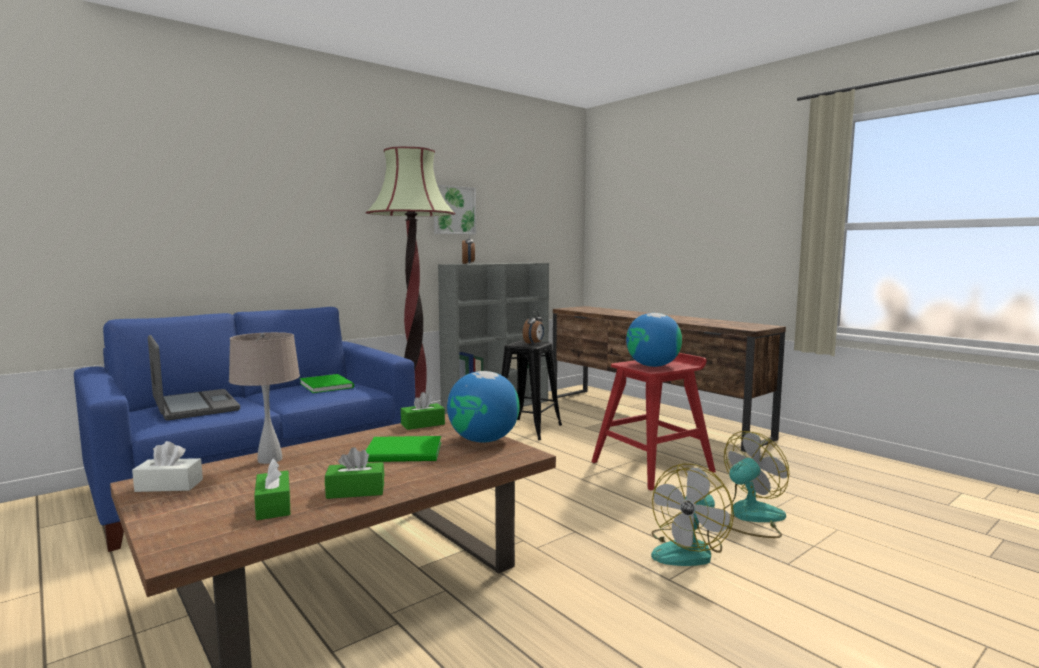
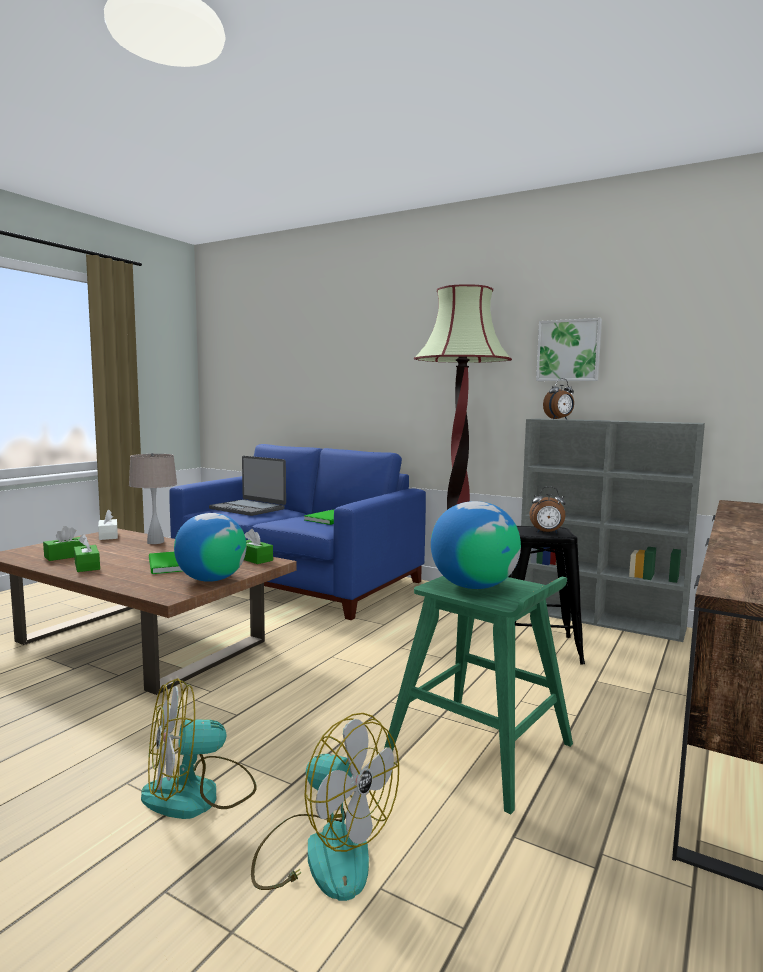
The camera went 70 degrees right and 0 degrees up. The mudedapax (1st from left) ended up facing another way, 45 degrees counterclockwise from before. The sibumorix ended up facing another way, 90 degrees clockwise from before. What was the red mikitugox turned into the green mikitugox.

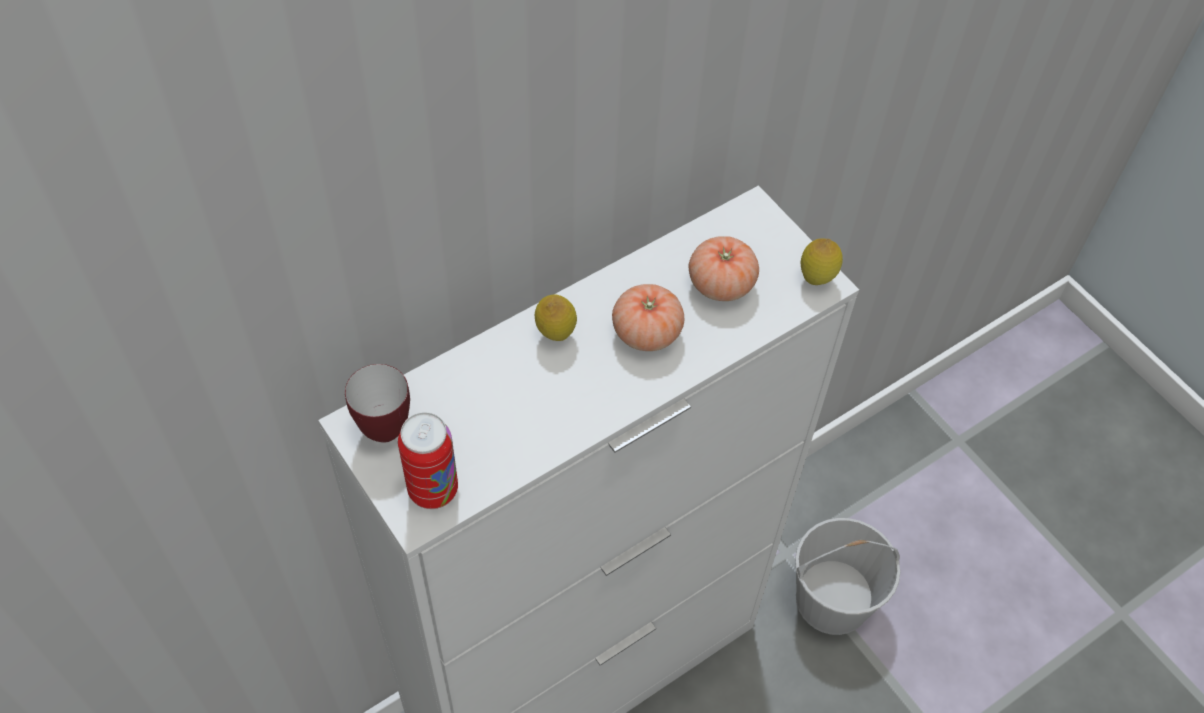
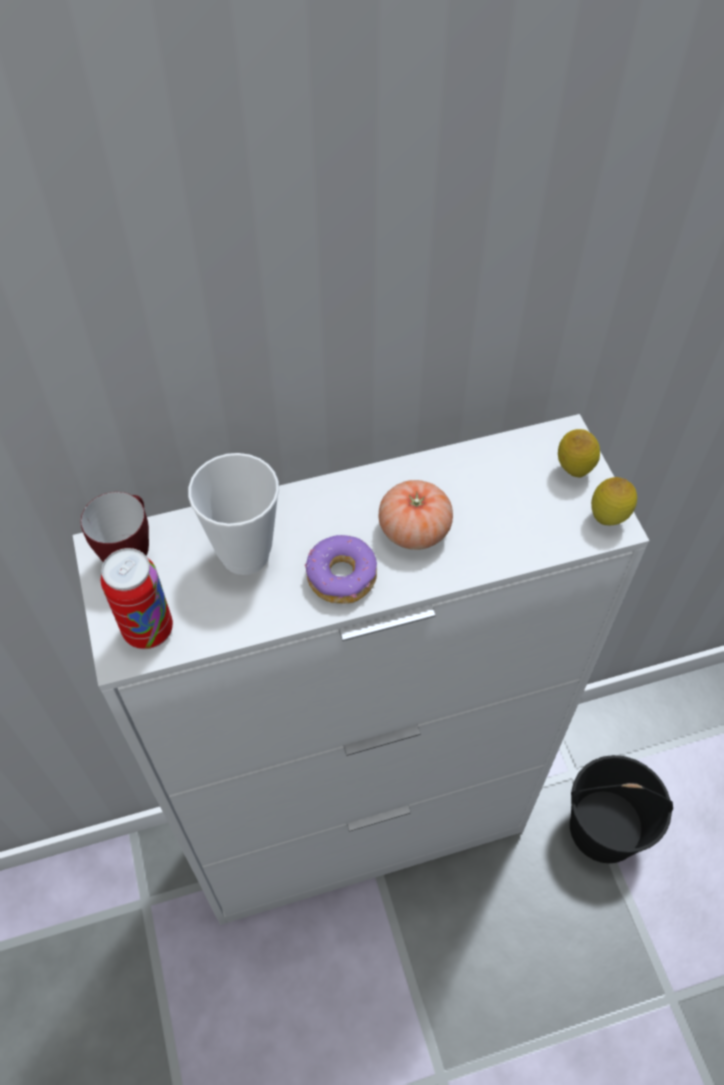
The camera went 20 degrees right and 0 degrees up. The second view gained the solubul. The second view gained the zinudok. The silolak (1st from left) ended up elsewhere. What was the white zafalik turned into the black zafalik. The second view lost the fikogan (2nd from left).

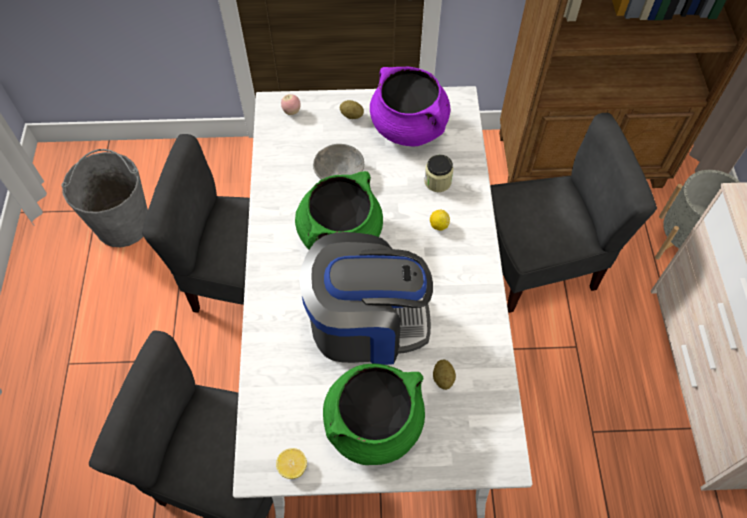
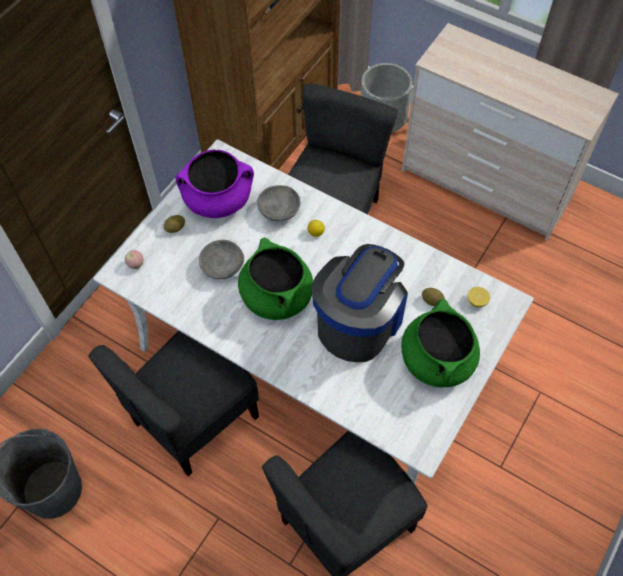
The camera went 55 degrees left and 0 degrees up. Where the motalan stood, the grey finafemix (2nd from left) came to stand. The silolak (1st from left in the first image) ended up elsewhere.

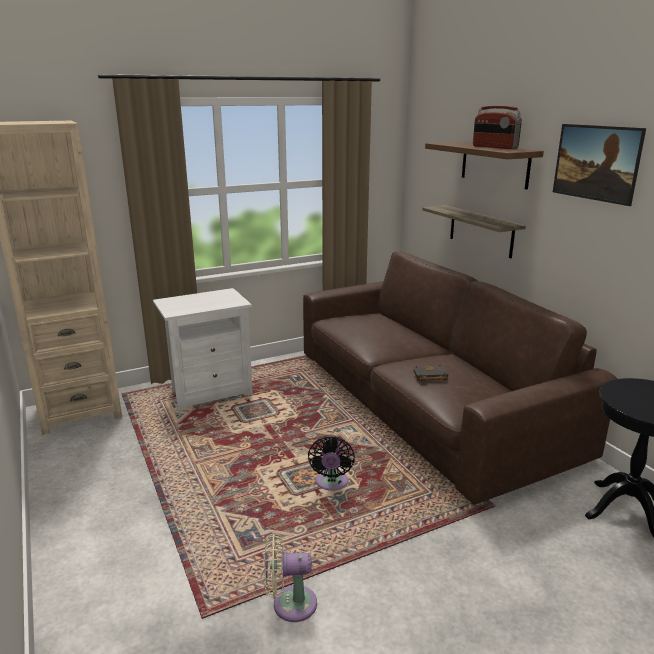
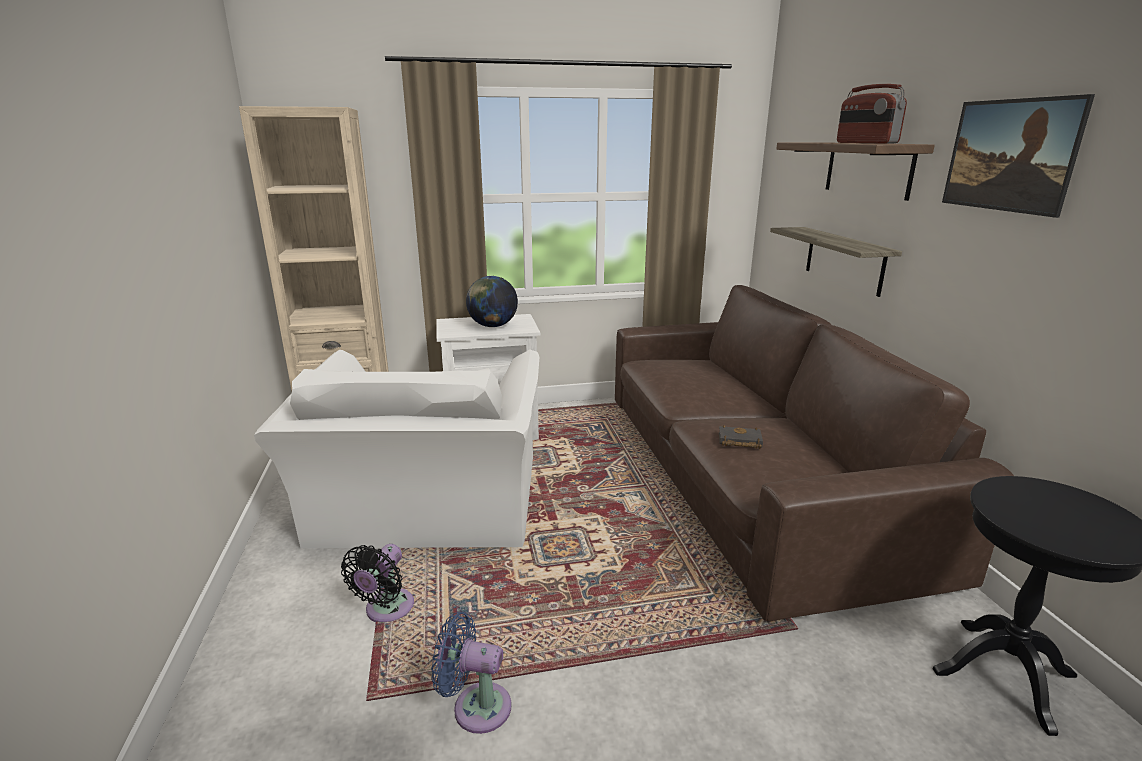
The camera went 15 degrees right and 0 degrees up. The second view gained the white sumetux. The black mudedapax ended up elsewhere. What was the beige mudedapax turned into the blue mudedapax. The second view gained the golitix.

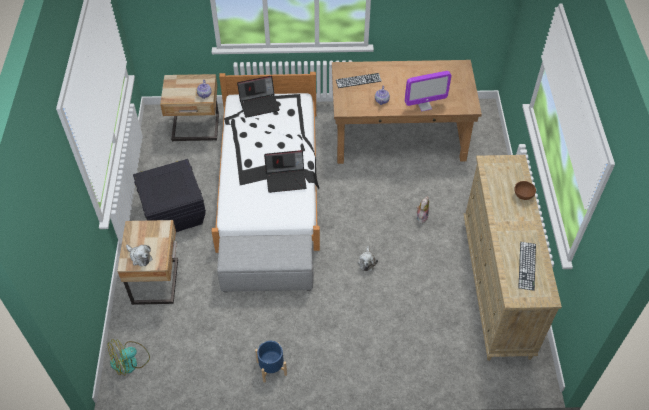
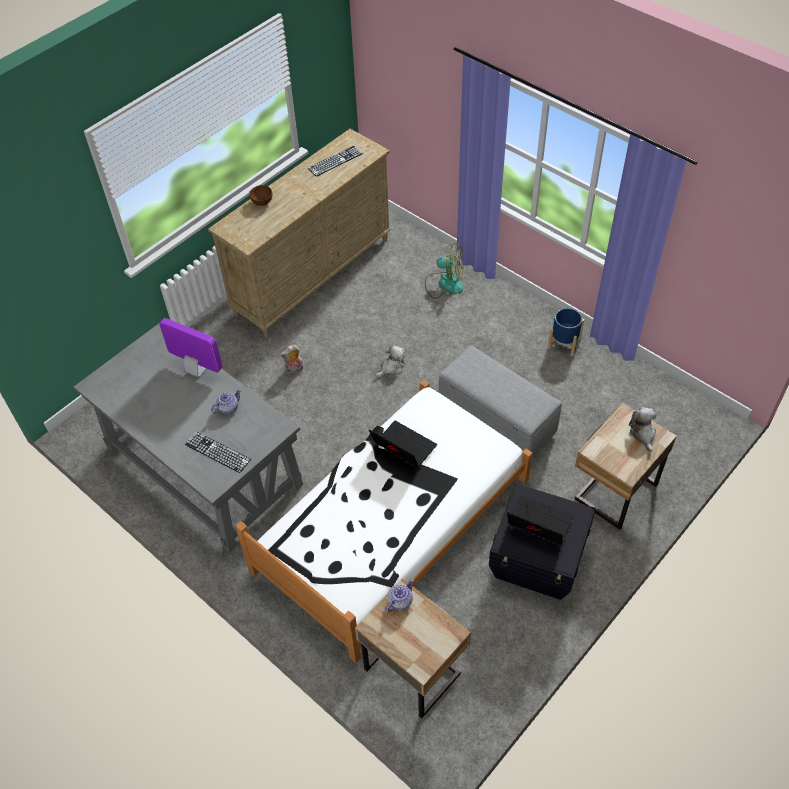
The camera went 135 degrees left and 0 degrees up. What was the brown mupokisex turned into the grey mupokisex. The mudedapax ended up elsewhere. The sibumorix (1st from left in the first image) ended up elsewhere.

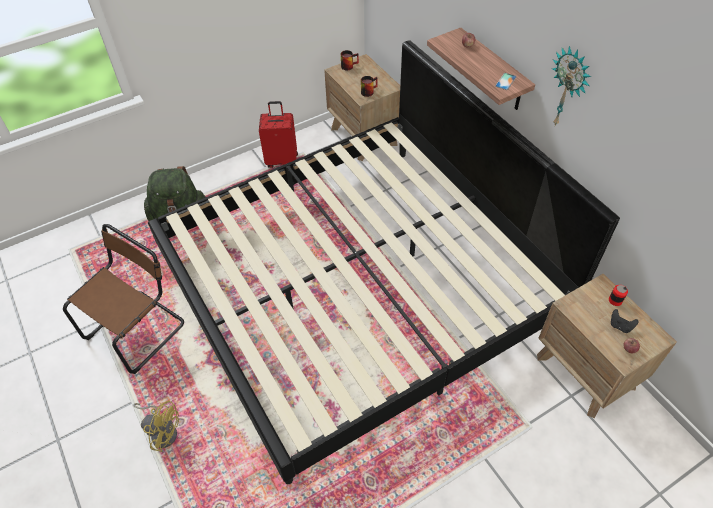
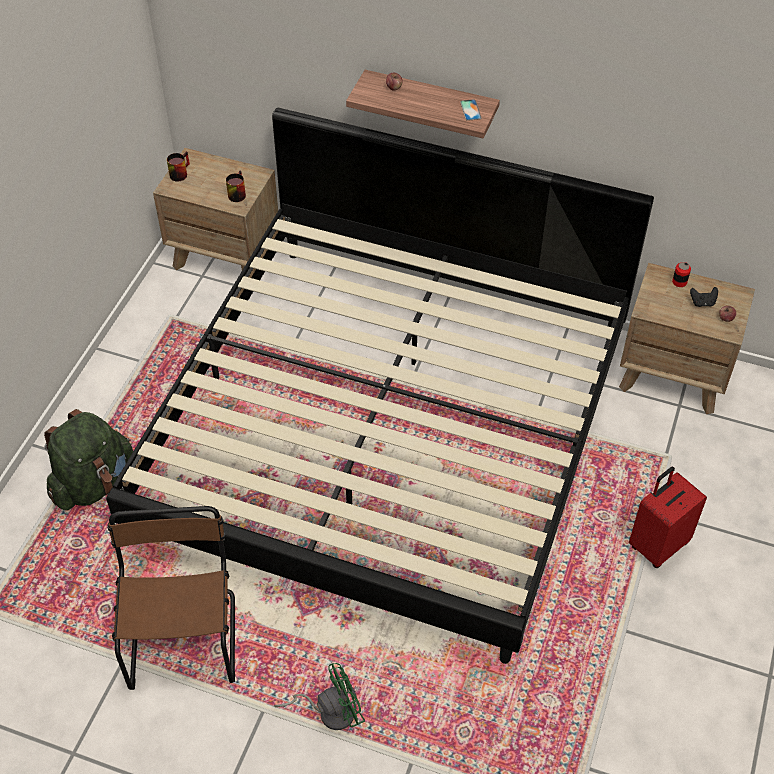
The camera went 40 degrees left and 0 degrees up. What was the yellow mudedapax turned into the green mudedapax. The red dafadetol ended up elsewhere. The second view lost the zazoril.

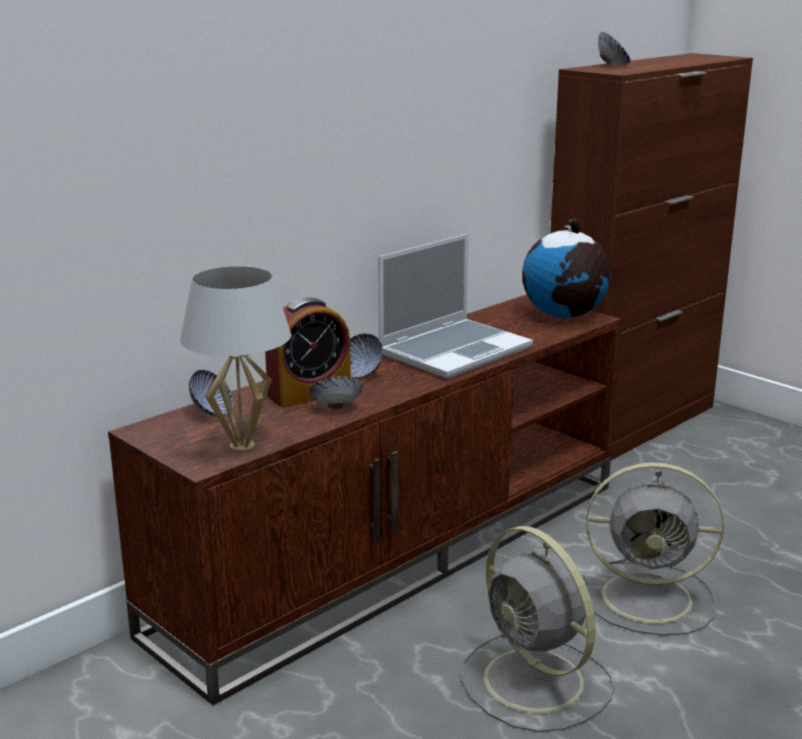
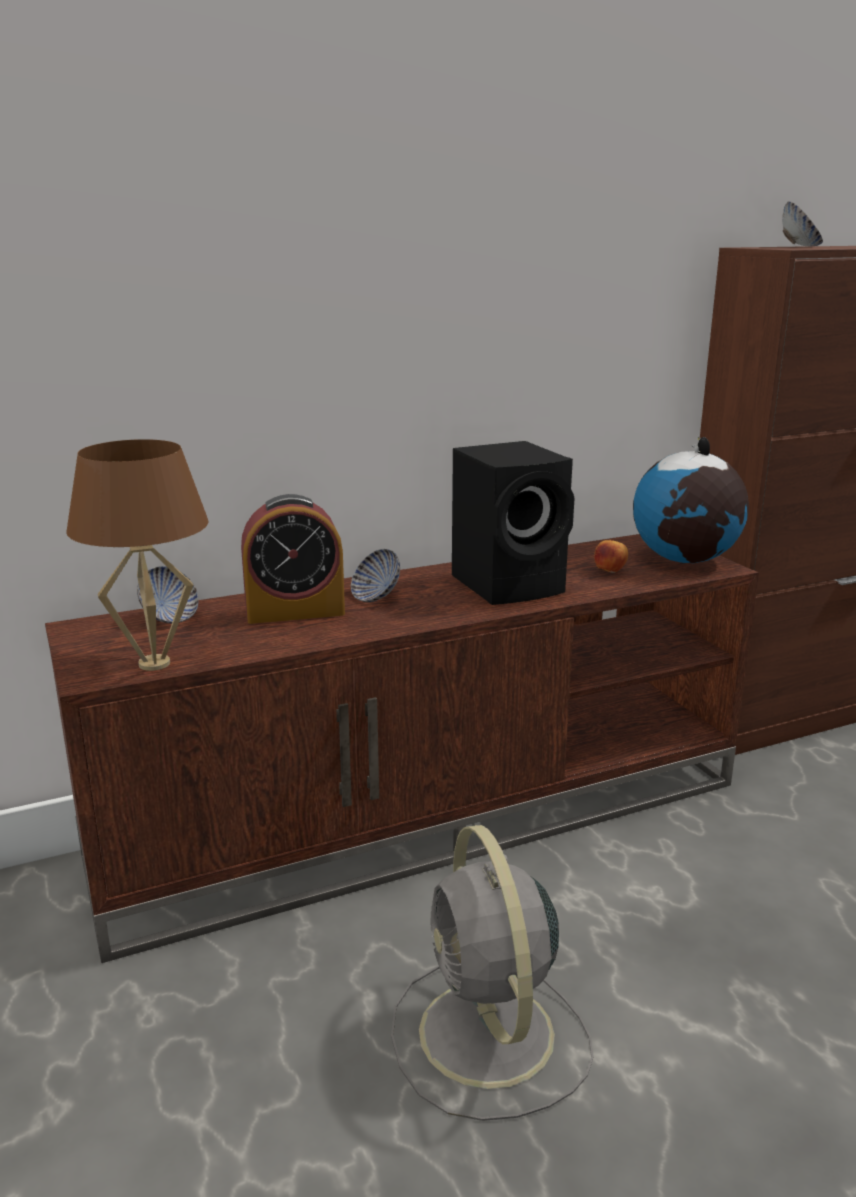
The camera went 20 degrees right and 0 degrees up. What was the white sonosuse turned into the brown sonosuse. Where the sibumorix stood, the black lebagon came to stand. The second view gained the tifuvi. The second view lost the finafemix (2nd from left). The second view lost the grey mudedapax (2nd from left).

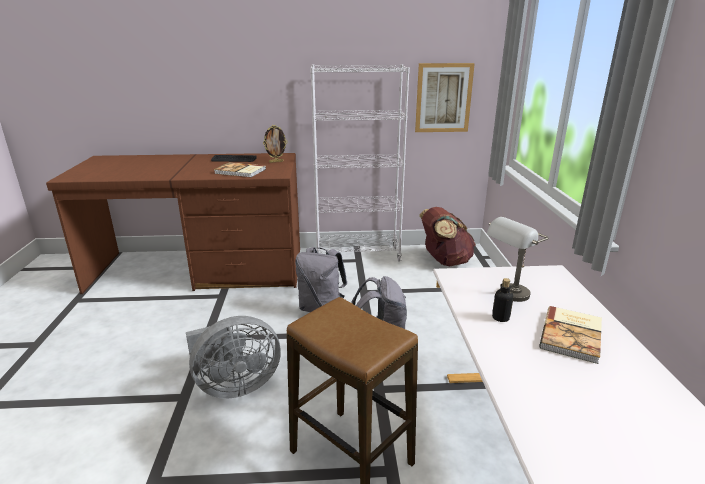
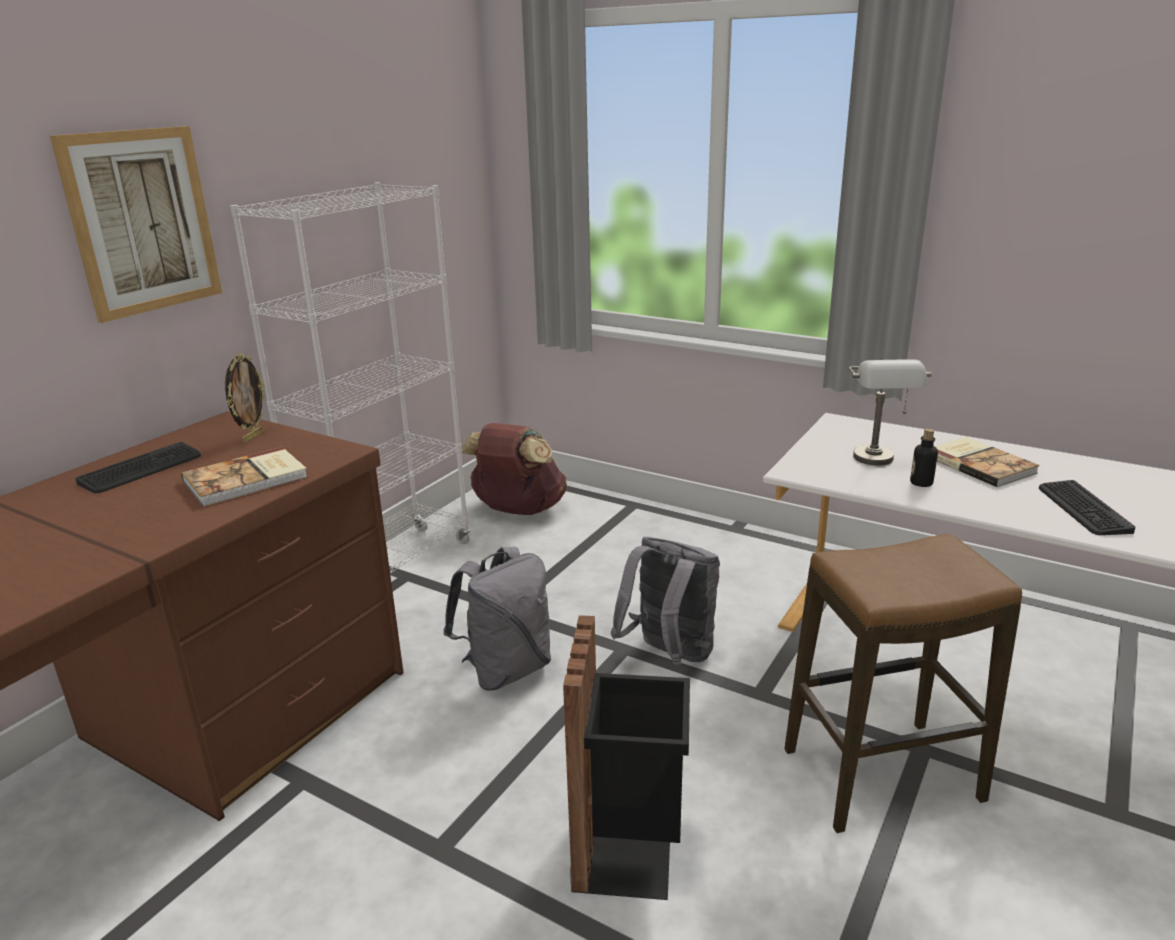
The camera went 55 degrees left and 0 degrees up. The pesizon ended up elsewhere. Where the grey mudedapax stood, the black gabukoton came to stand. The second view gained the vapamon (2nd from left).

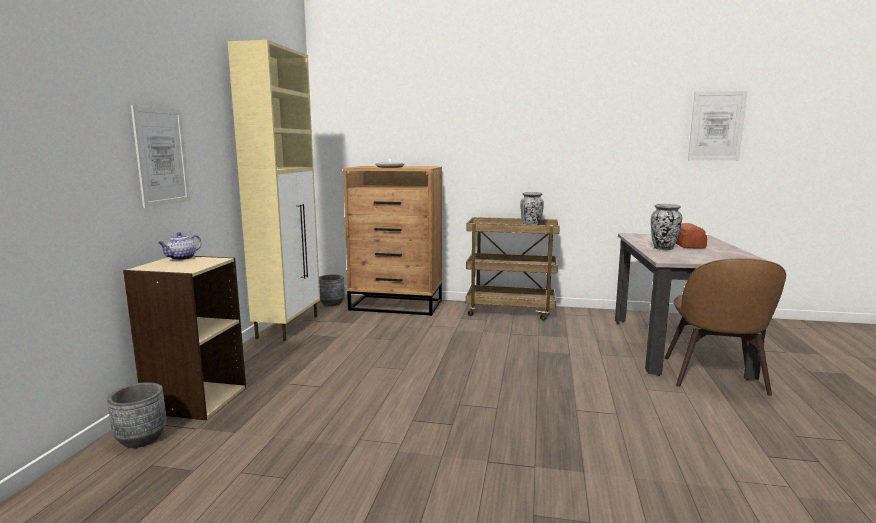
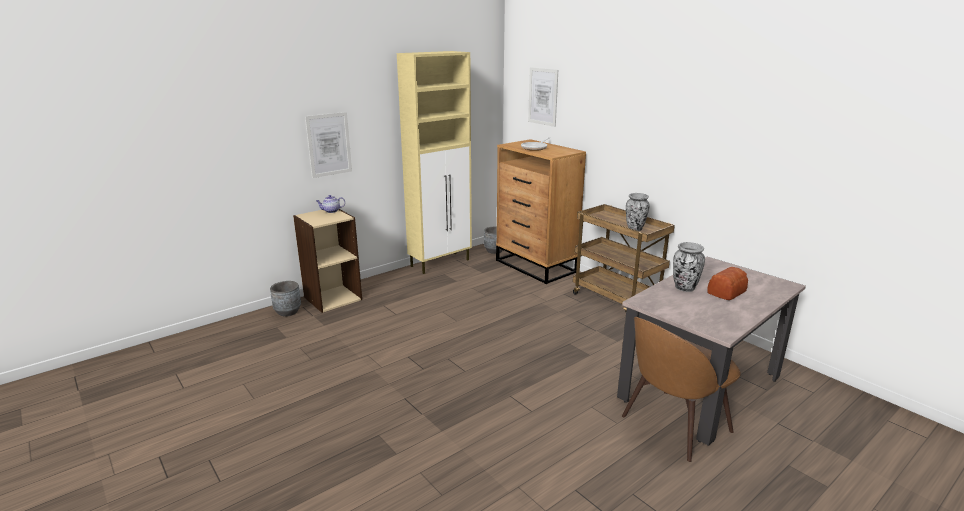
The camera went 40 degrees right and 10 degrees up. The pesizon (2nd from left) ended up elsewhere.

